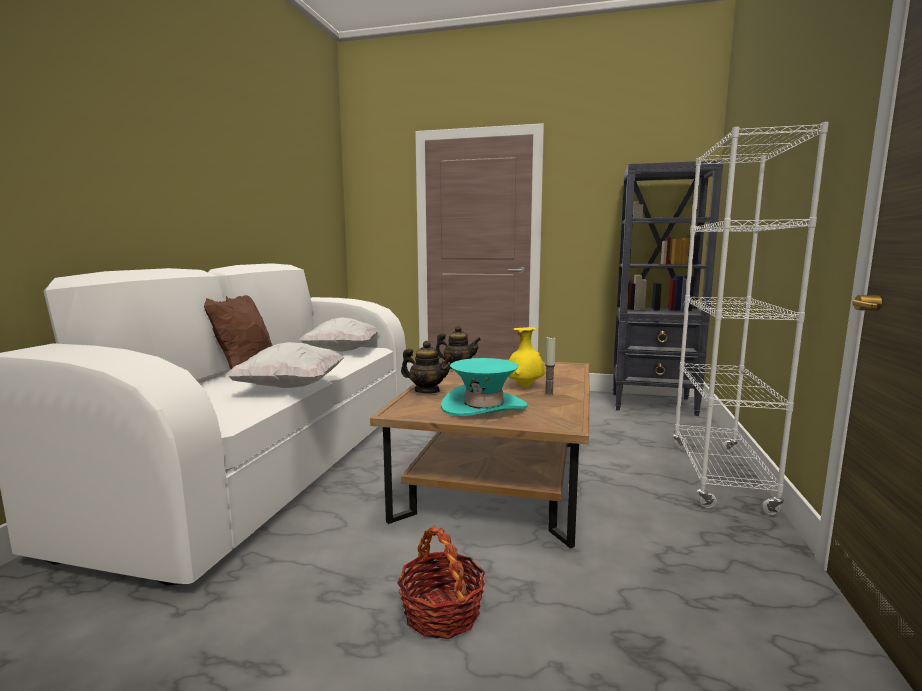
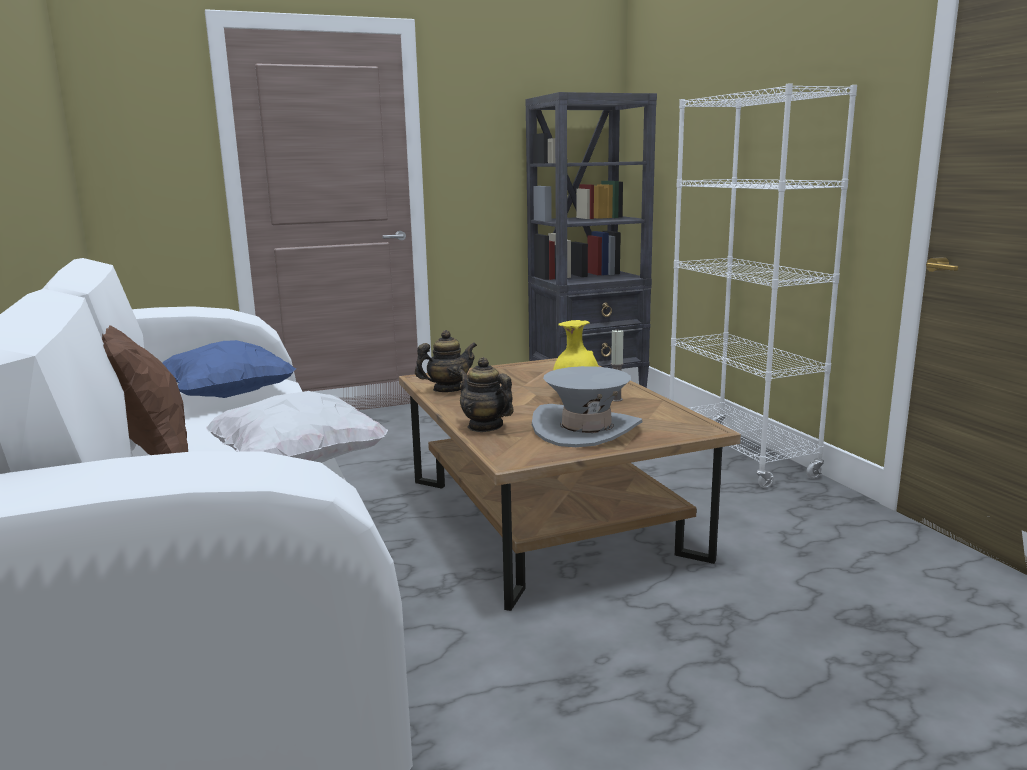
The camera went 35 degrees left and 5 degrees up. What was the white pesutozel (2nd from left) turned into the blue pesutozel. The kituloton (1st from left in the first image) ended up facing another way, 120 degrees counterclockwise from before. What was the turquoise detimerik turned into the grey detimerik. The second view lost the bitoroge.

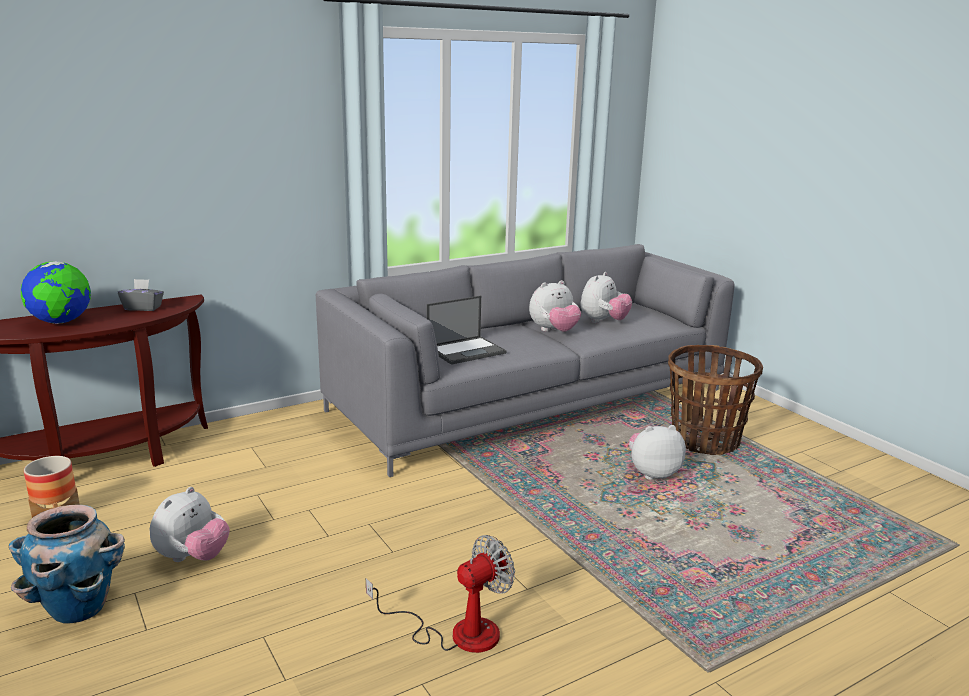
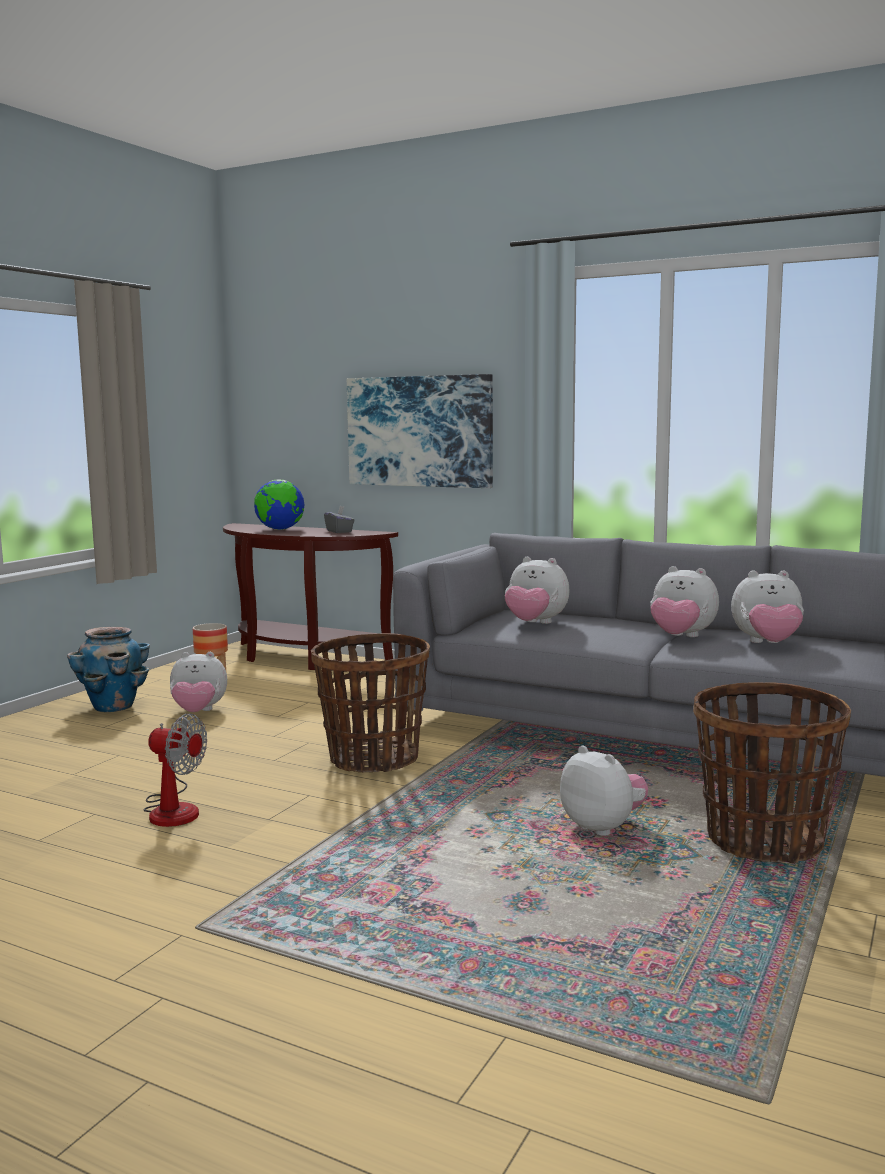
The camera went 60 degrees right and 10 degrees down. The second view gained the bitoroge (1st from left). The second view gained the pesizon. Where the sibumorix stood, the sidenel (2nd from left) came to stand.

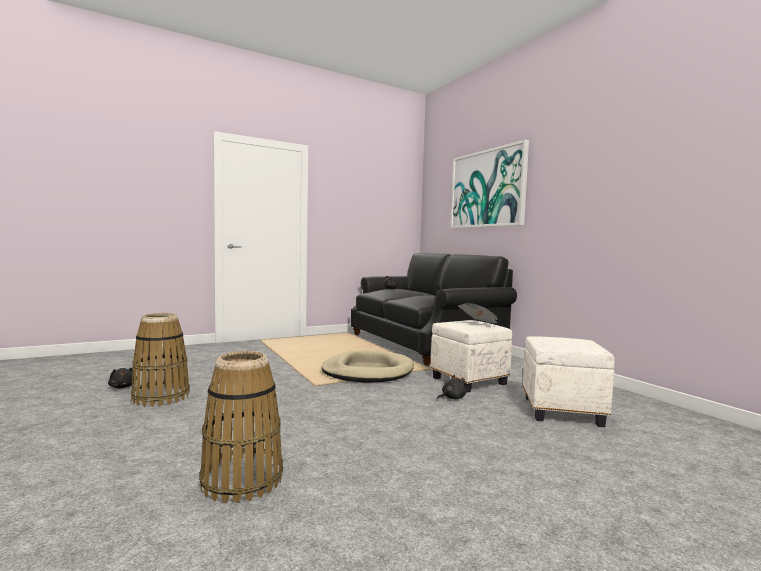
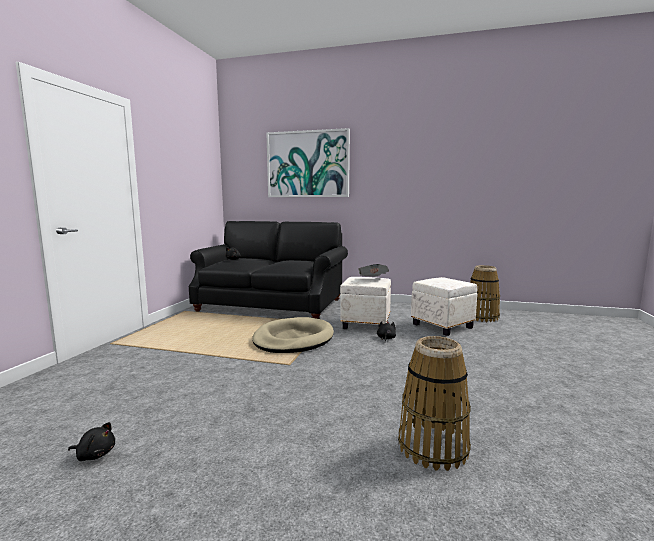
The camera went 45 degrees left and 5 degrees up. The bitoroge (1st from left in the first image) ended up elsewhere.

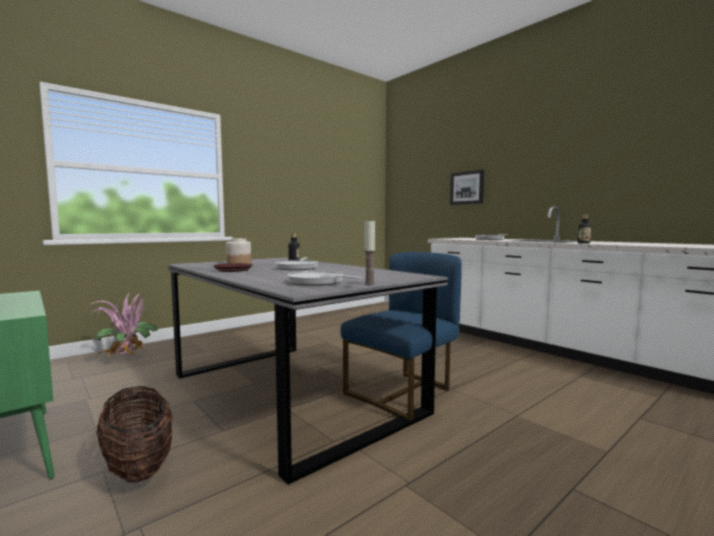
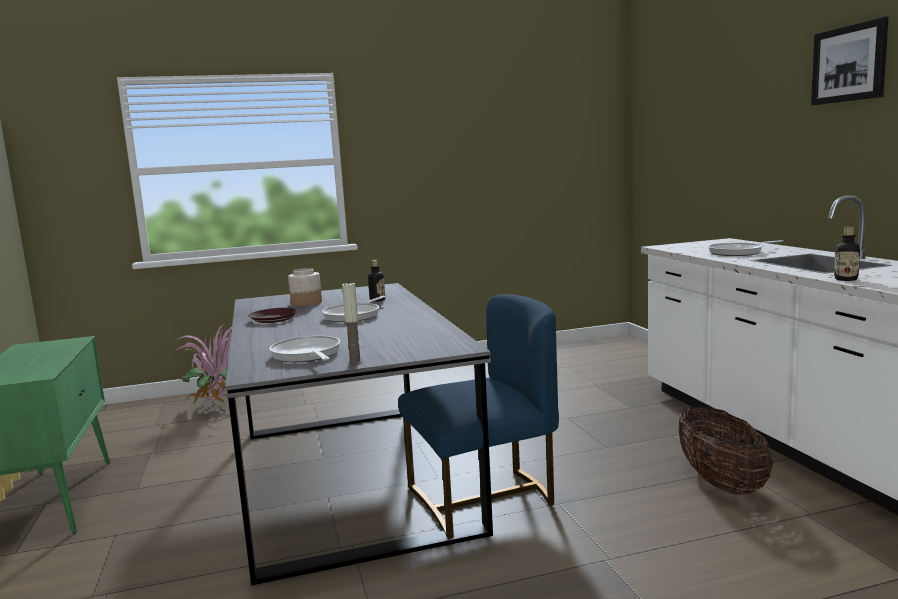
The camera went 25 degrees right and 5 degrees up. The bitoroge ended up elsewhere. The pesizon ended up elsewhere.

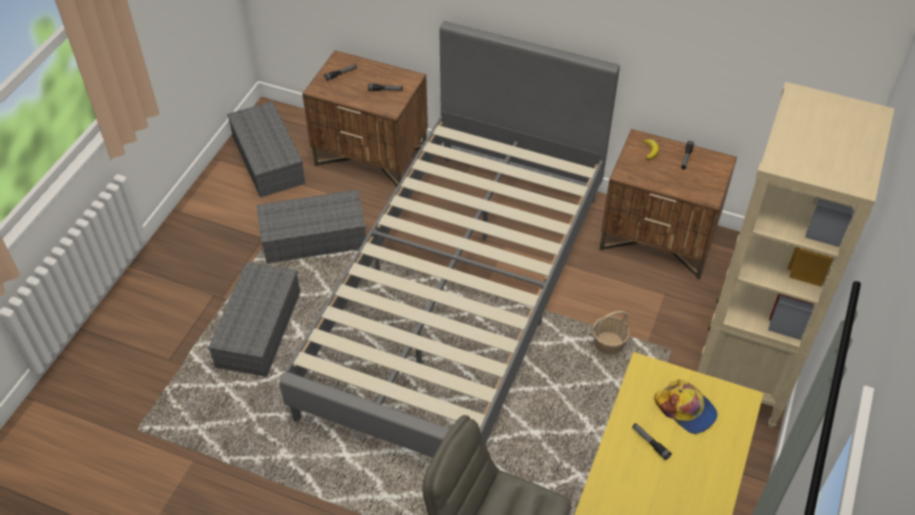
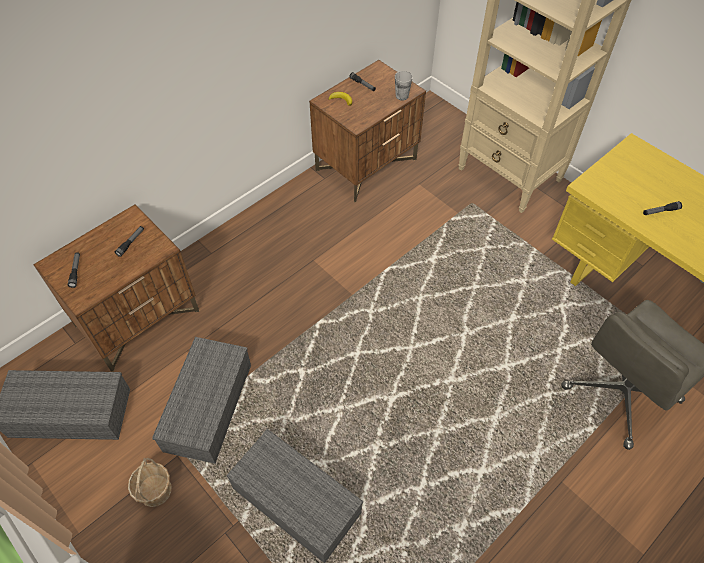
The camera went 65 degrees left and 5 degrees up. The bitoroge ended up elsewhere. The second view gained the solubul. The second view lost the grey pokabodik. The second view lost the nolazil.

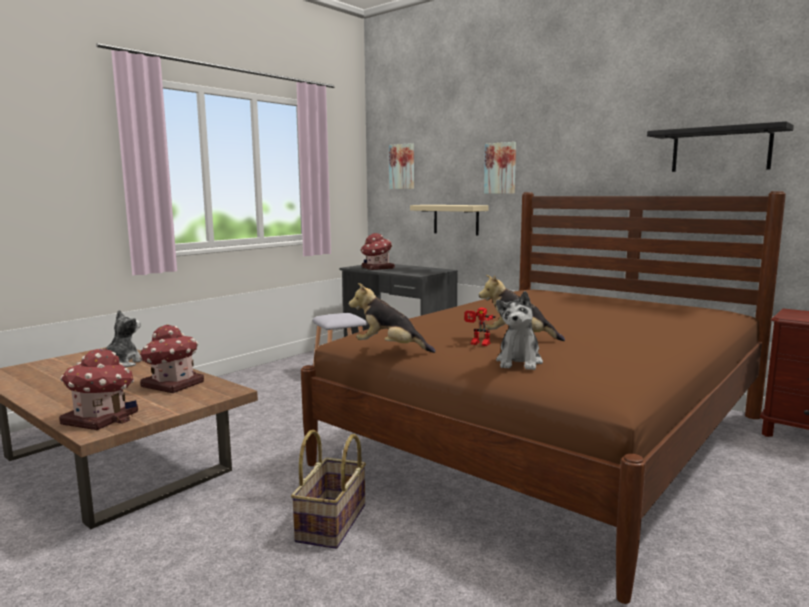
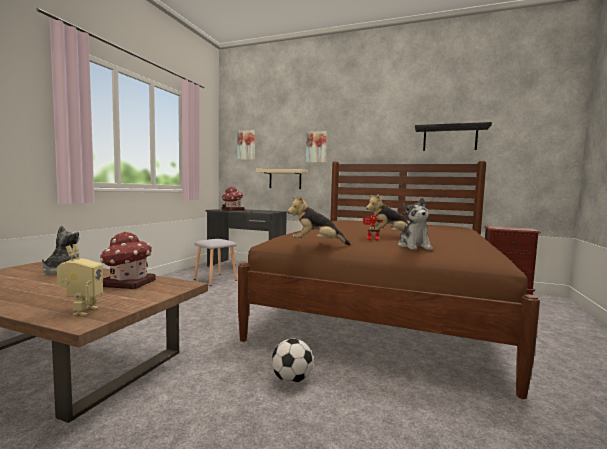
The camera went 20 degrees left and 5 degrees down. Where the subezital (1st from left) stood, the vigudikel (1st from left) came to stand. Where the bitoroge stood, the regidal came to stand.

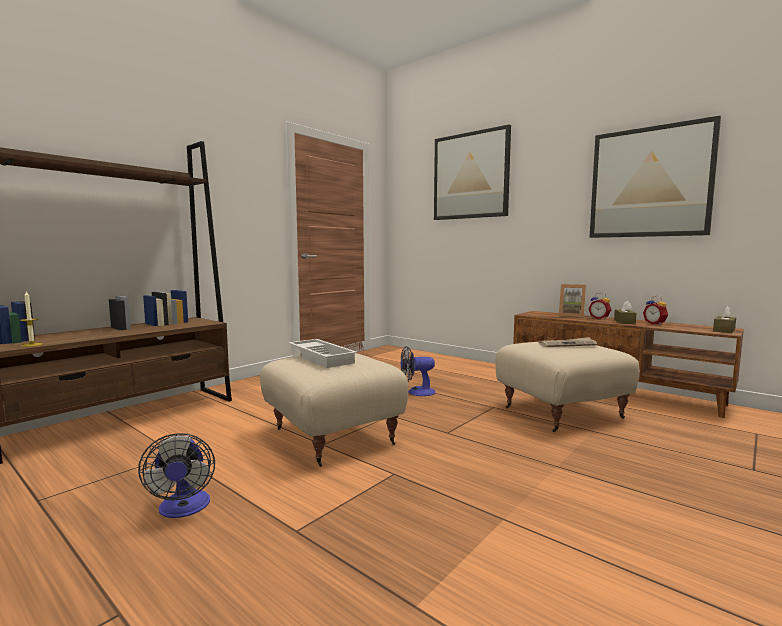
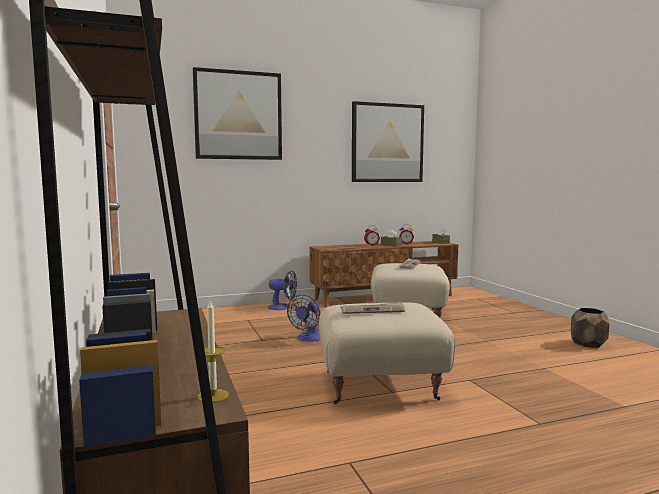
The camera went 60 degrees left and 0 degrees up. The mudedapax (1st from left) ended up elsewhere. Where the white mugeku stood, the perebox (1st from left) came to stand. The second view gained the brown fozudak. The second view lost the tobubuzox.

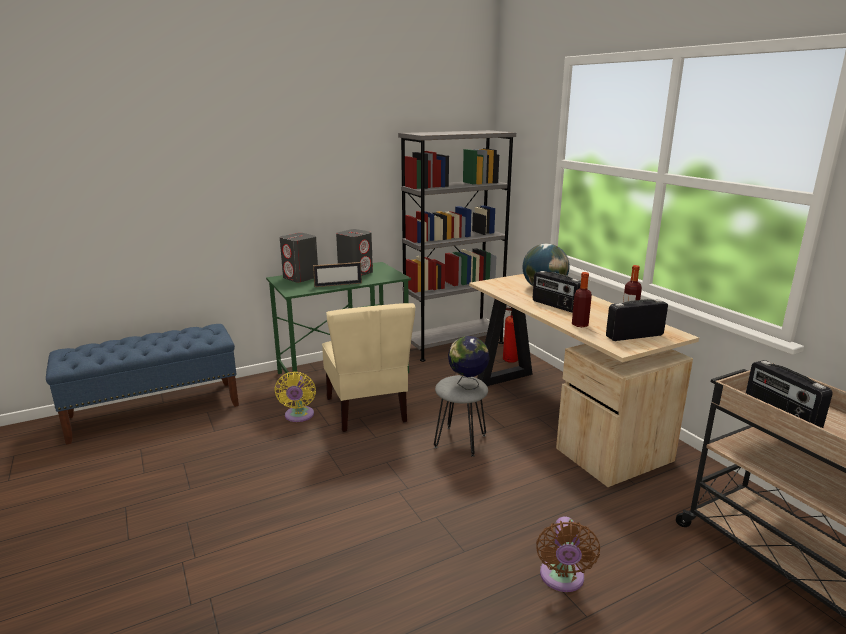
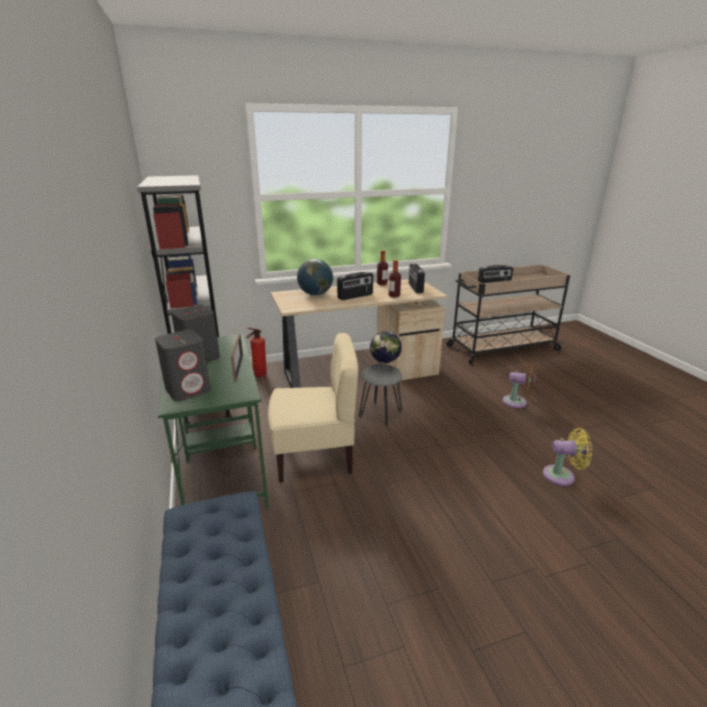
The camera went 80 degrees left and 5 degrees up. The yellow mudedapax ended up elsewhere.

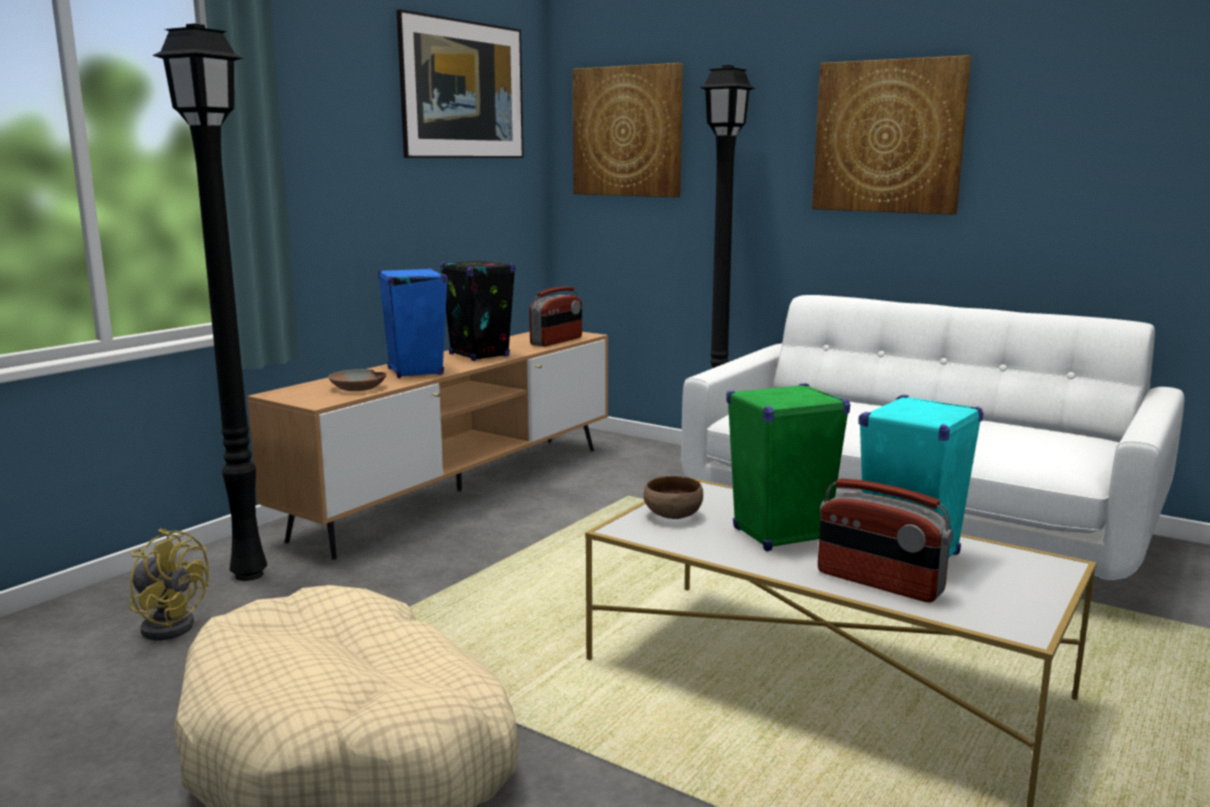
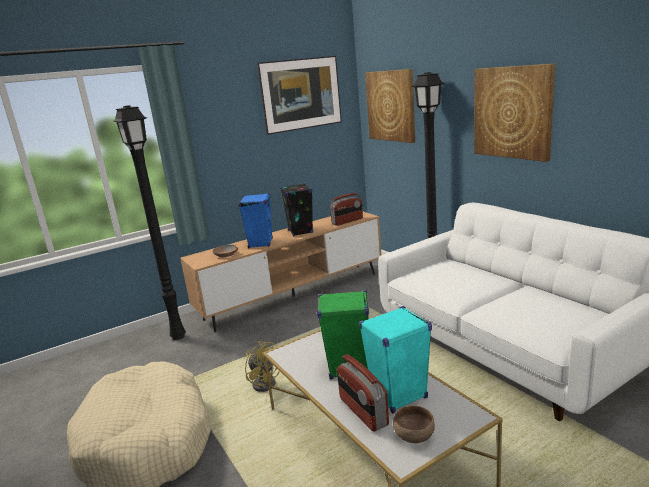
The camera went 25 degrees right and 5 degrees up. The yellow mudedapax ended up elsewhere. The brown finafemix (2nd from left) ended up elsewhere.

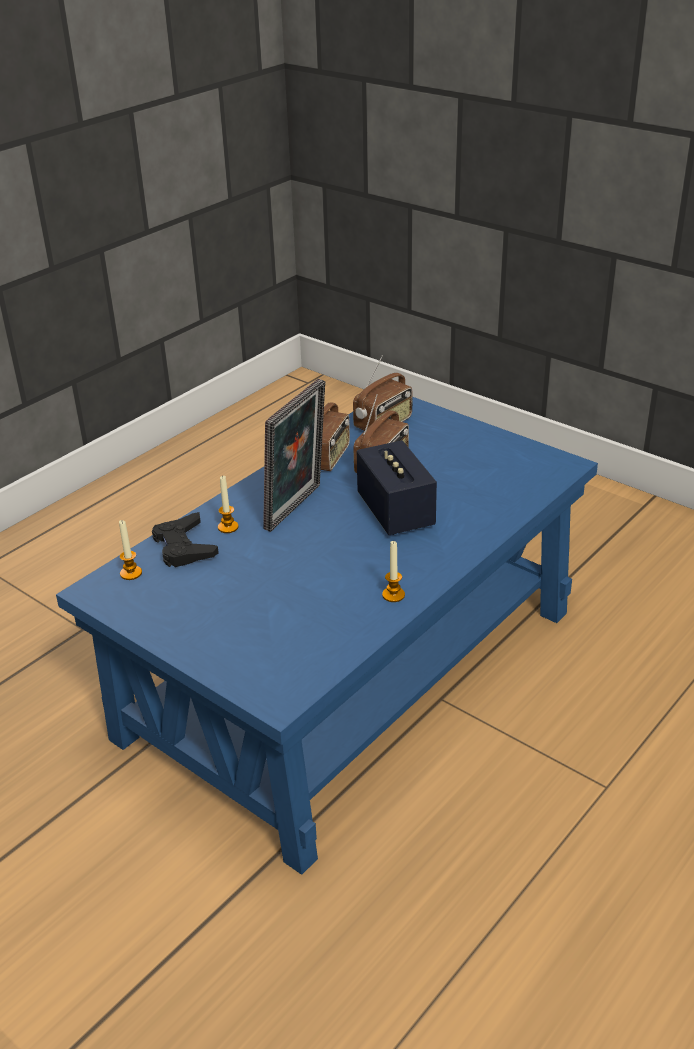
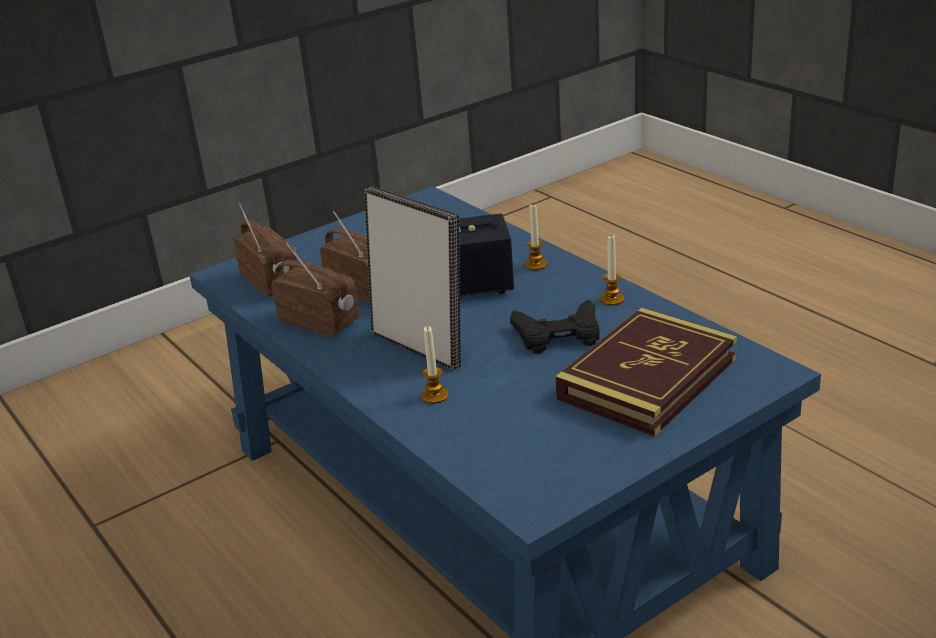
The camera went 75 degrees left and 5 degrees down. The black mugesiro ended up elsewhere. The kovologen (1st from left in the first image) ended up elsewhere. The second view gained the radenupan.

